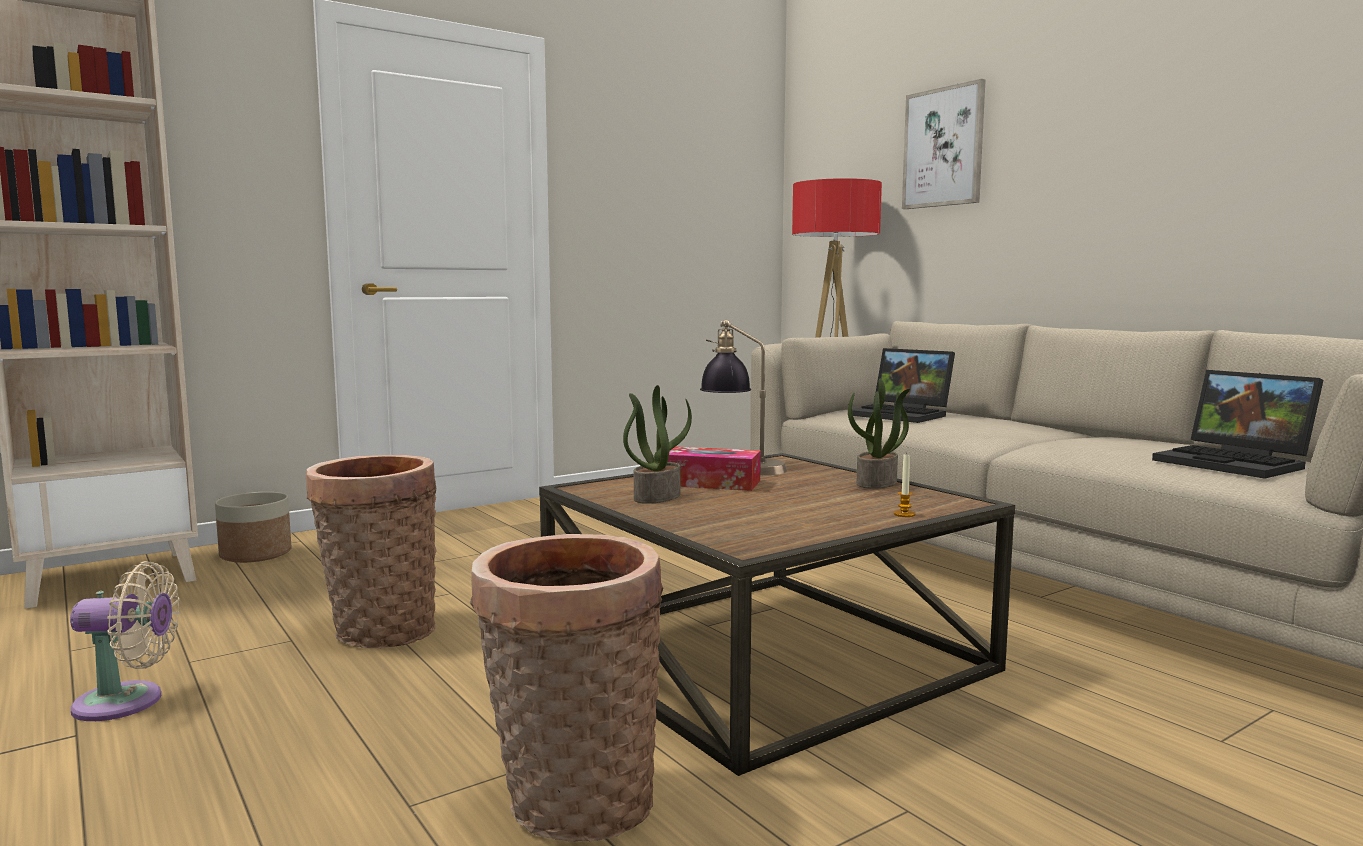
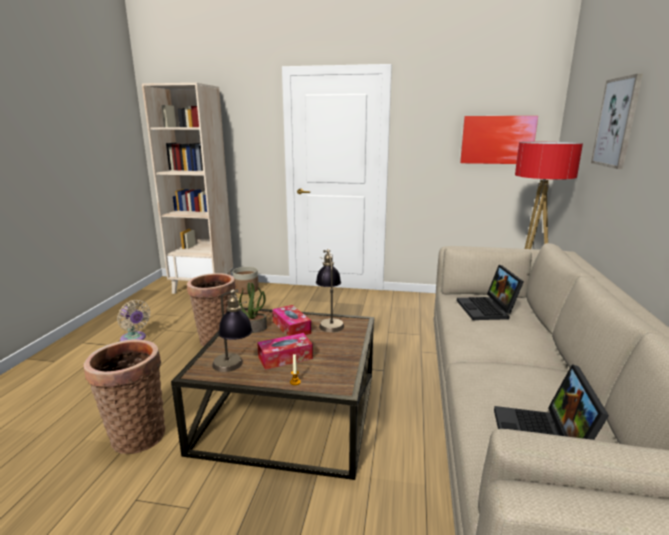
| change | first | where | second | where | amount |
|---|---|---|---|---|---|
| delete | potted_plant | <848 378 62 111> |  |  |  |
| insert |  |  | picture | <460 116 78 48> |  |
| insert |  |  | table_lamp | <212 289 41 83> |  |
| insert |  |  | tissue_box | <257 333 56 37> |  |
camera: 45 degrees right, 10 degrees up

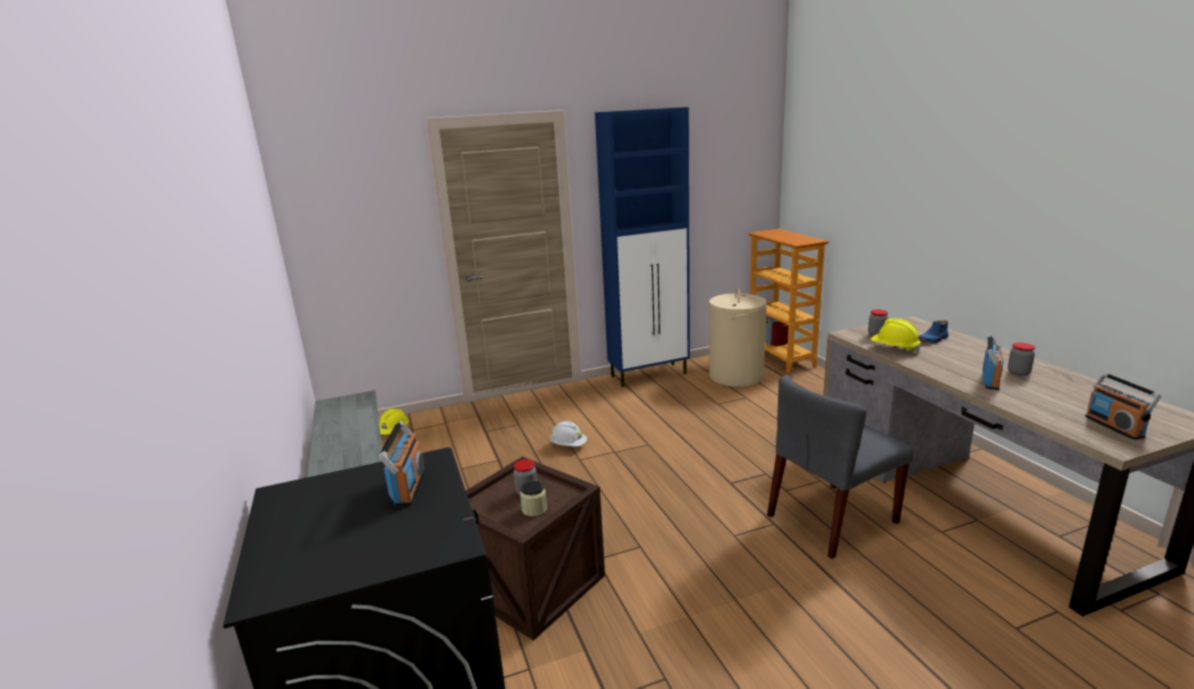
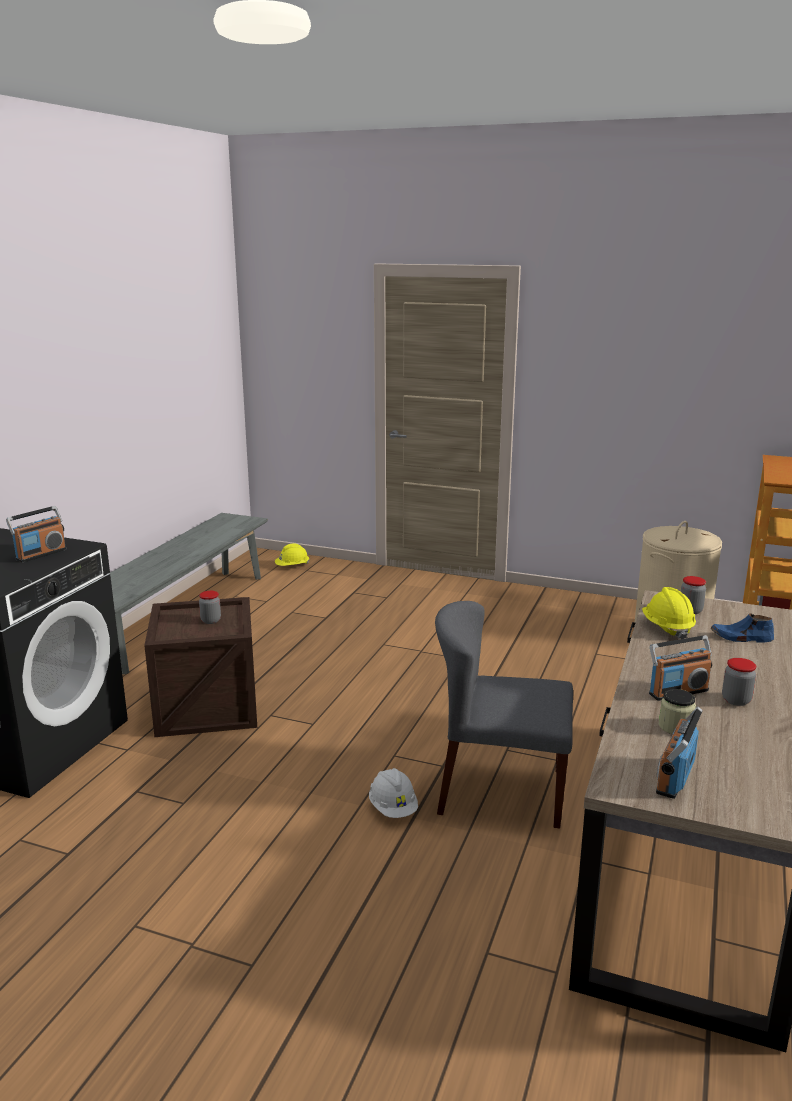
| change | first | where | second | where | amount |
|---|---|---|---|---|---|
| delete | blue_cabinet | <595 107 95 280> |  |  |  |
| move | white_hard_hat | <550 421 37 26> |  | <369 768 49 50> |  |
| move | jar | <520 481 27 36> |  | <659 689 37 45> |  |
camera: 40 degrees right, 0 degrees up

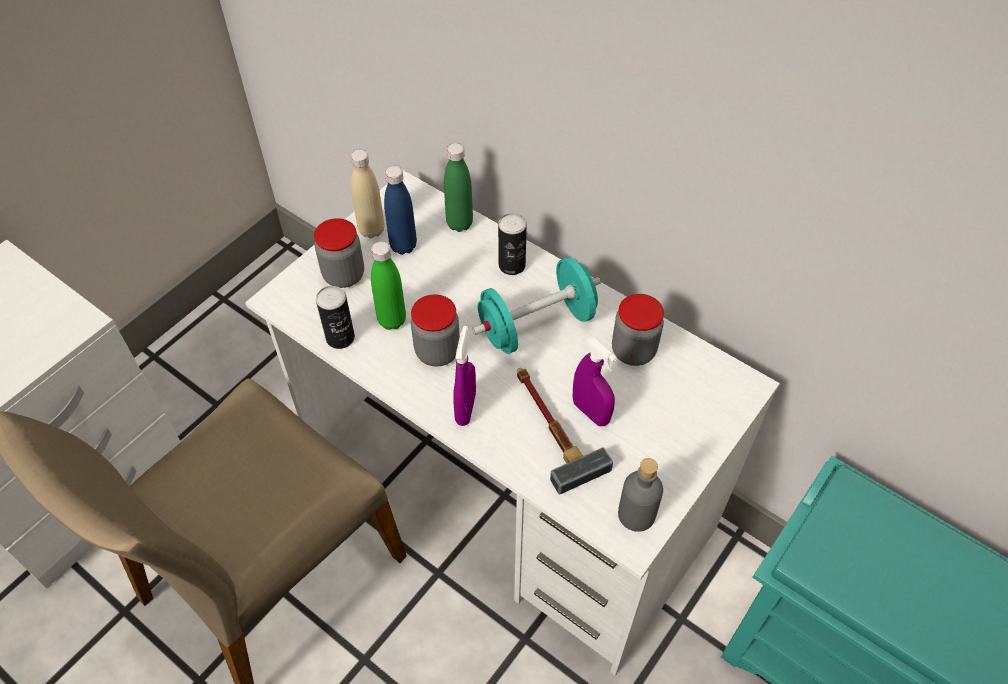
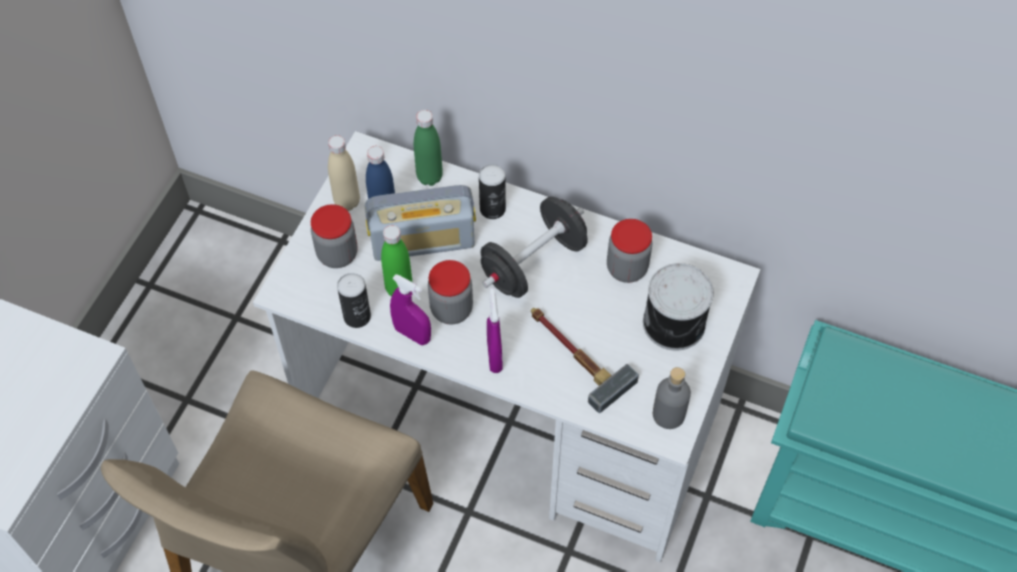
| change | first | where | second | where | amount |
|---|---|---|---|---|---|
| recolor | turquoise_dumbbell | <472 257 129 97> | black_dumbbell | <481 196 107 102> |  |
| move | purple_spray_bottle | <573 337 44 89> |  | <390 274 41 71> |  |
| insert |  |  | radio | <365 185 111 76> |  |
| insert |  |  | can | <643 263 71 88> |  |
camera: 15 degrees left, 5 degrees up

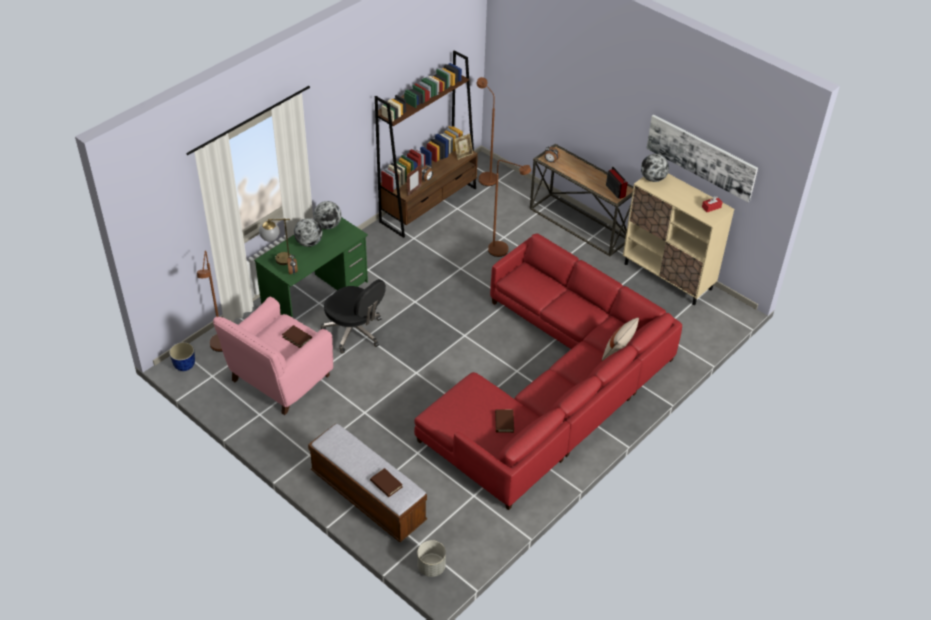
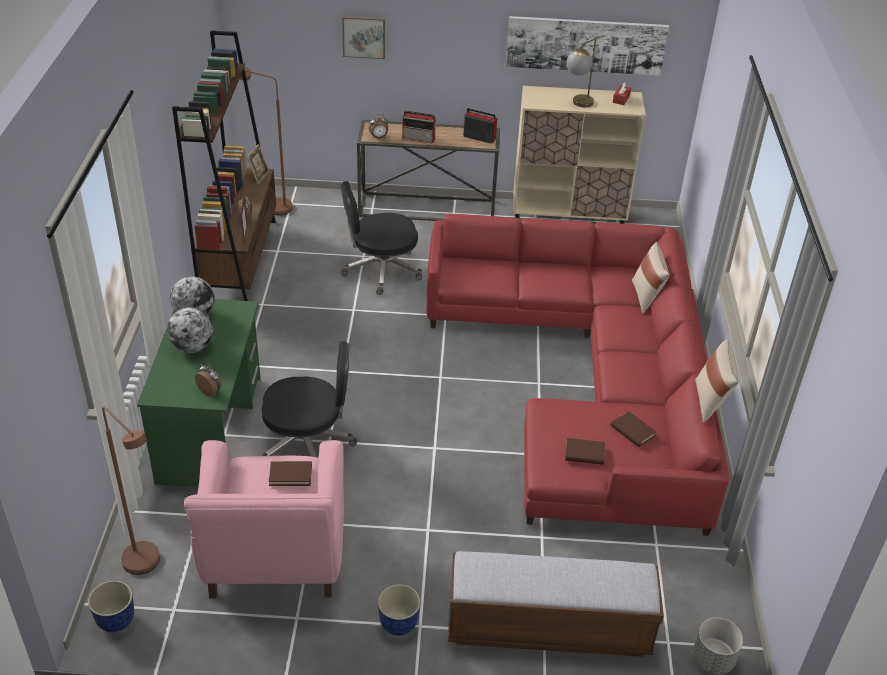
| change | first | where | second | where | amount |
|---|---|---|---|---|---|
| delete | globe | <641 154 28 28> |  |  |  |
| replace | brown_floor_lamp | <488 160 43 97> | black_office_chair | <341 181 81 114> |  |
| move | table_lamp | <259 218 33 47> |  | <567 36 33 71> |  |
| move | brown_book | <370 468 33 29> |  | <565 438 40 27> |  |
| insert |  |  | picture | <342 15 43 44> |  |
| insert |  |  | radio | <402 111 35 33> |  |
| insert |  |  | beige_pillow | <695 339 44 84> |  |
| insert |  |  | planter | <378 584 43 52> |  |
camera: 40 degrees left, 5 degrees down

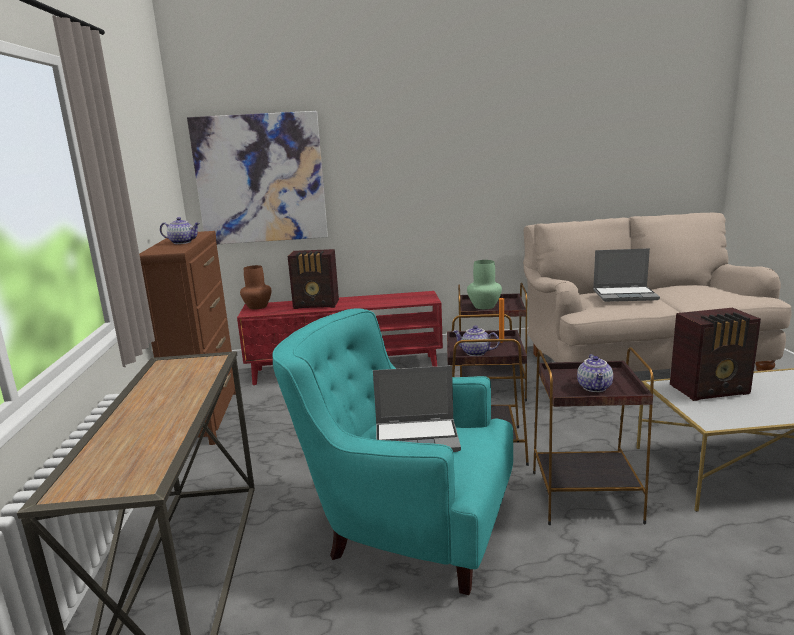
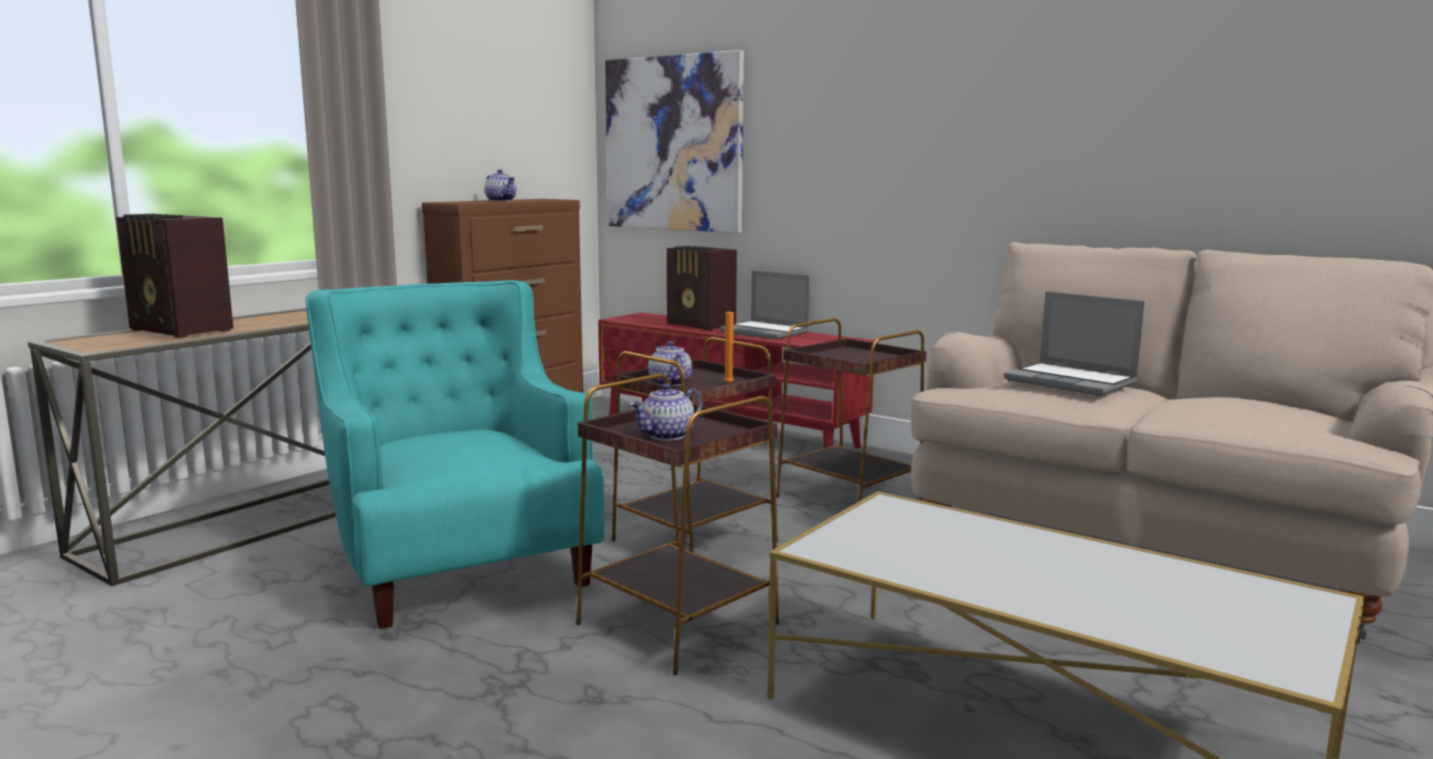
| change | first | where | second | where | amount |
|---|---|---|---|---|---|
| delete | green_vase | <467 260 35 49> |  |  |  |
| delete | brown_vase | <240 265 32 44> |  |  |  |
| move | radio | <670 308 91 93> |  | <116 214 117 124> |  |
| move | laptop | <373 366 88 86> |  | <720 270 90 70> |  |
camera: 40 degrees right, 5 degrees down

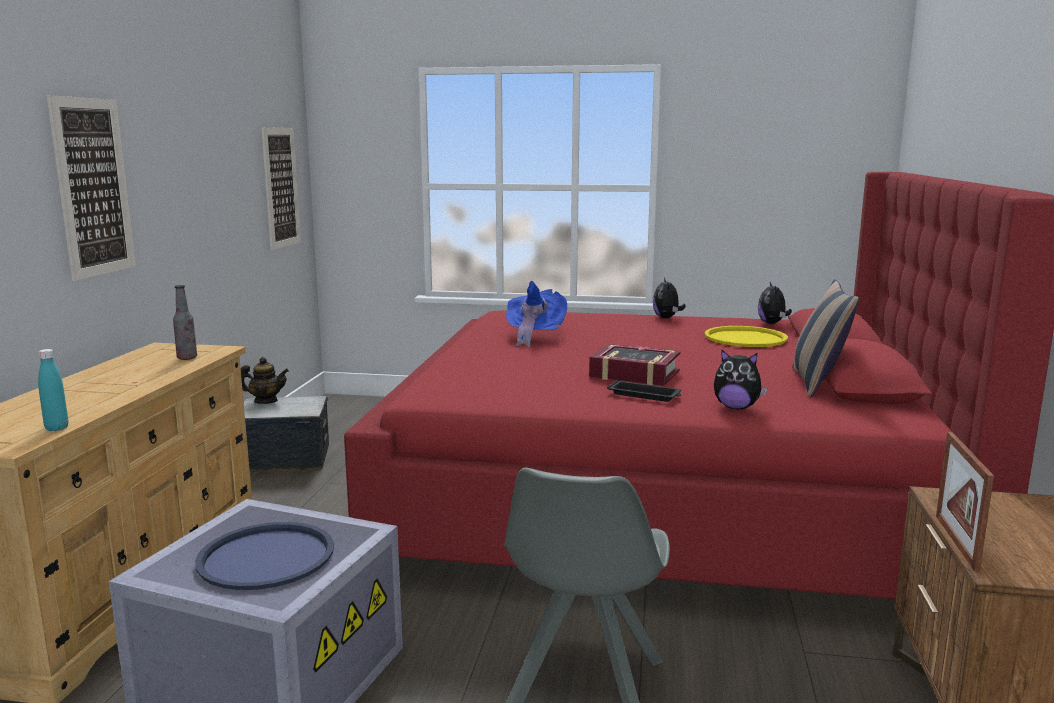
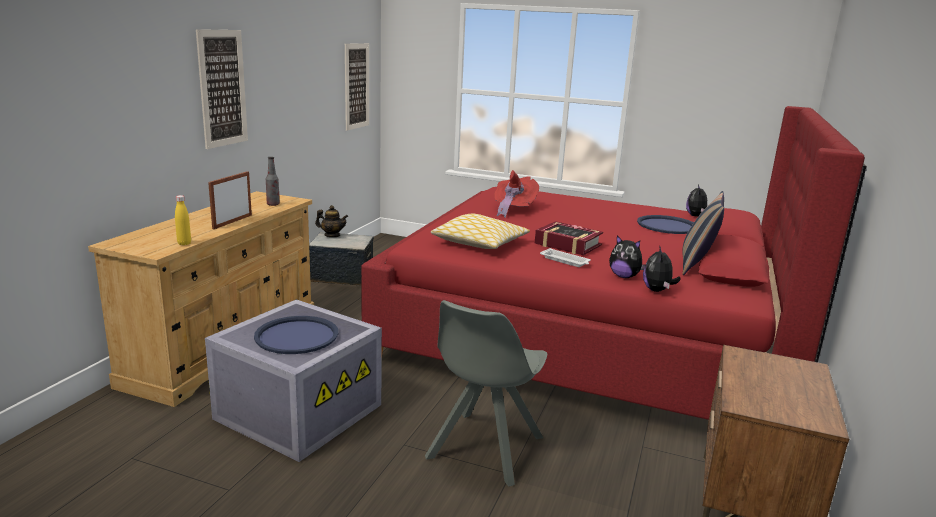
| change | first | where | second | where | amount |
|---|---|---|---|---|---|
| move | plush_toy | <653 278 33 40> |  | <643 247 38 45> |  |
| recolor | blue_hat | <506 281 61 67> | red_hat | <494 170 45 48> |  |
| recolor | yellow_tray | <705 326 83 21> | blue_tray | <637 215 57 19> |  |
| recolor | turquoise_bottle | <38 349 30 82> | yellow_bottle | <175 195 16 50> |  |
| recolor | black_tray | <607 380 74 22> | white_tray | <540 248 51 19> |  |
| move | picture_frame | <936 432 58 139> |  | <208 171 44 58> |  |
| insert |  |  | pillow | <431 214 99 35> |  |
camera: 10 degrees right, 5 degrees up

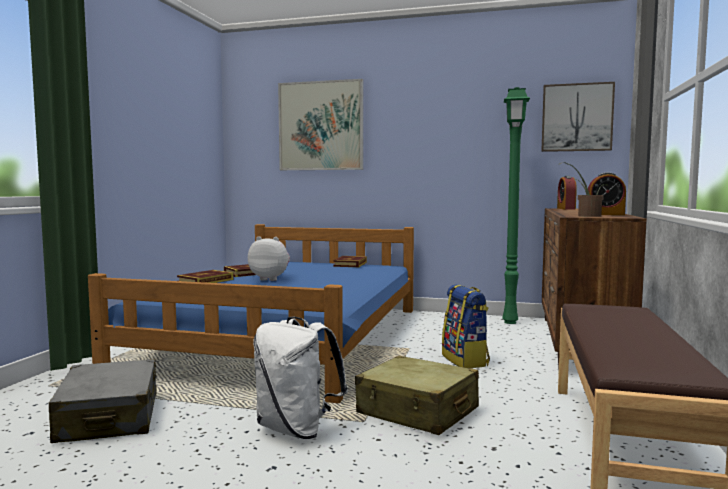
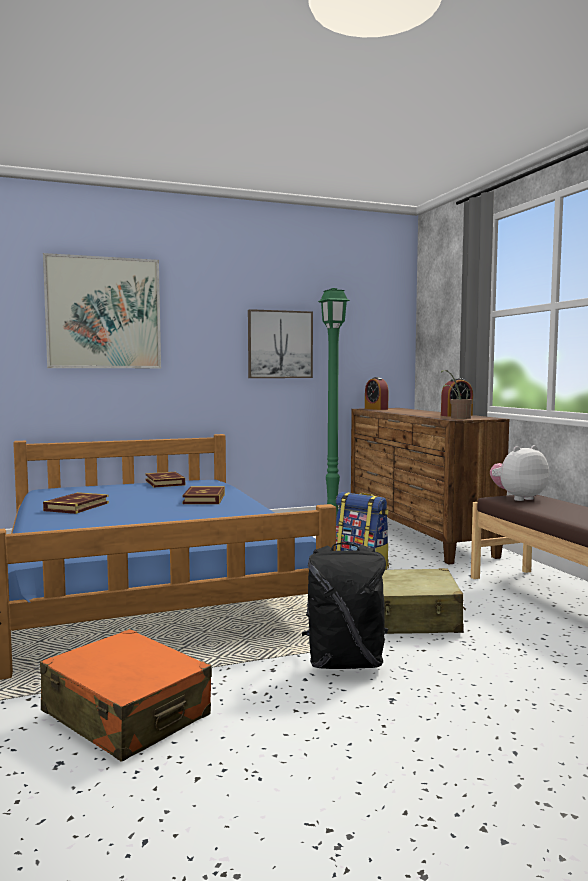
| change | first | where | second | where | amount |
|---|---|---|---|---|---|
| move | picture | <541 82 74 70> |  | <248 309 65 69> |  |
| move | plush_toy | <248 236 42 45> |  | <490 445 59 56> |  |
| move | book | <177 270 57 13> |  | <182 486 43 18> |  |
| recolor | white_backpack | <253 317 95 122> | black_backpack | <302 542 86 127> |  |
| recolor | grey_suitcase | <49 359 108 84> | orange_suitcase | <40 629 172 133> |  |
camera: 35 degrees left, 0 degrees up

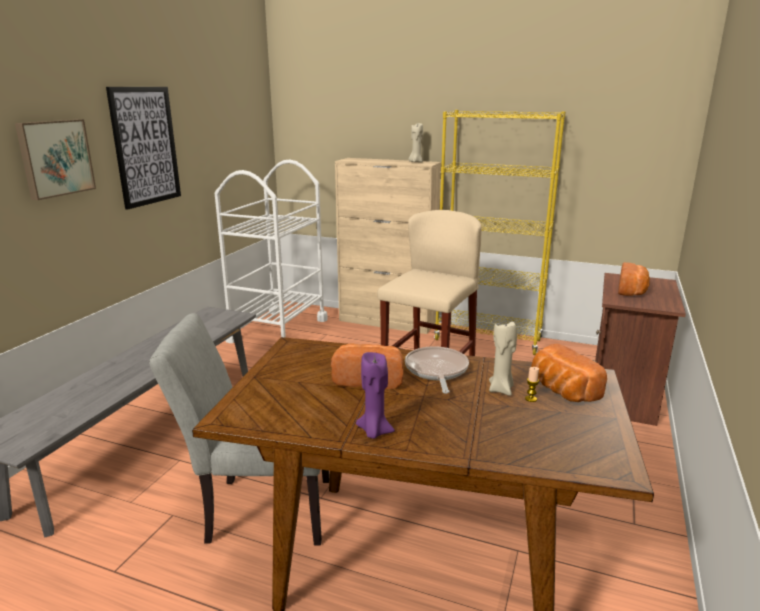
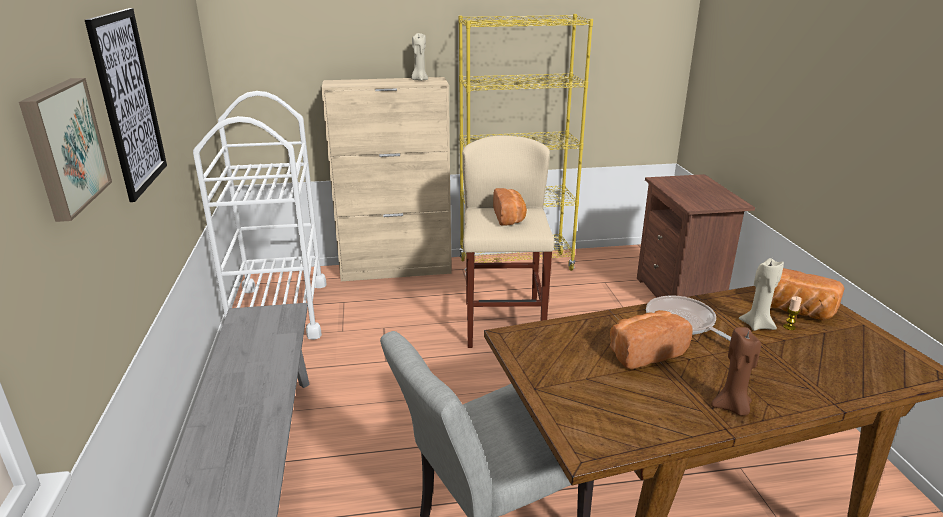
| change | first | where | second | where | amount |
|---|---|---|---|---|---|
| move | bread | <618 262 32 34> |  | <493 188 34 38> |  |
| recolor | purple_candle | <356 352 39 87> | brown_candle | <711 327 50 89> |  |
camera: 30 degrees left, 5 degrees up

